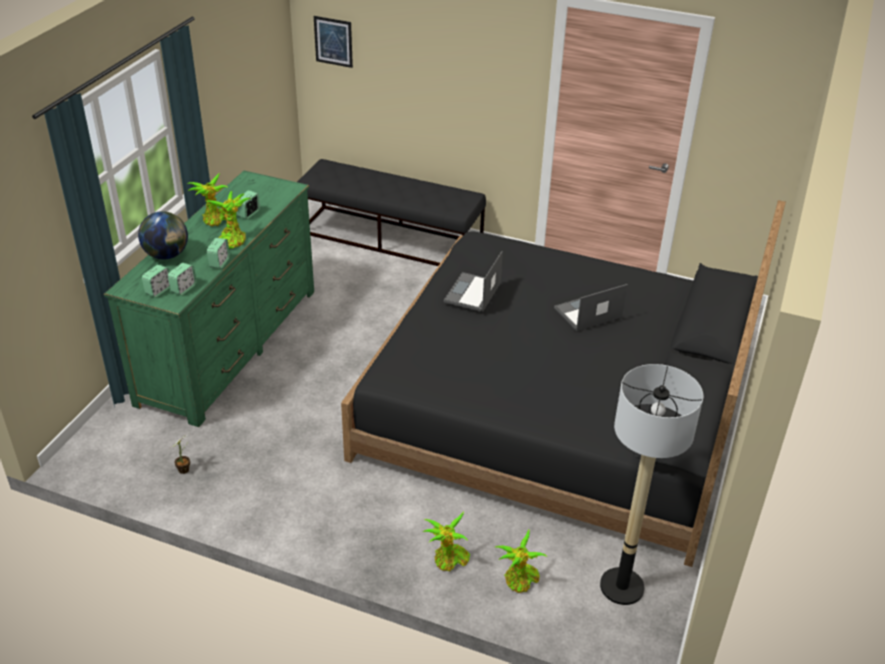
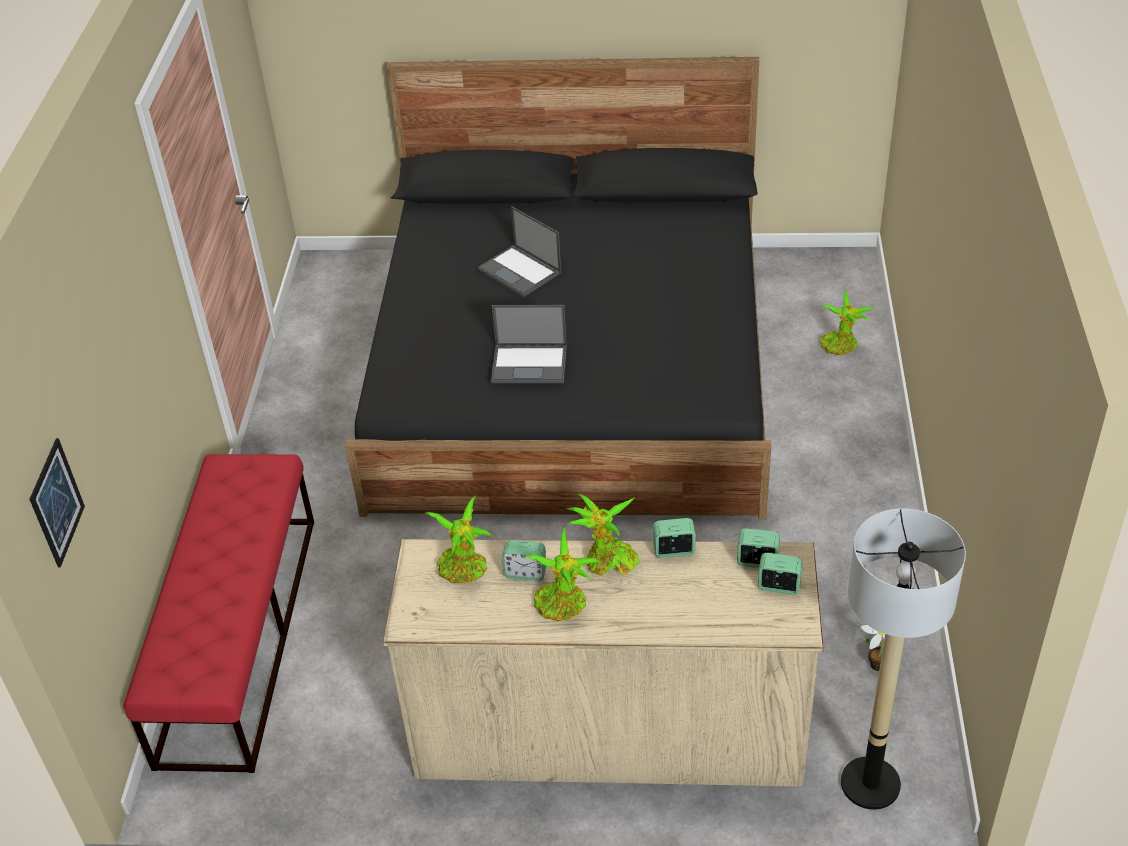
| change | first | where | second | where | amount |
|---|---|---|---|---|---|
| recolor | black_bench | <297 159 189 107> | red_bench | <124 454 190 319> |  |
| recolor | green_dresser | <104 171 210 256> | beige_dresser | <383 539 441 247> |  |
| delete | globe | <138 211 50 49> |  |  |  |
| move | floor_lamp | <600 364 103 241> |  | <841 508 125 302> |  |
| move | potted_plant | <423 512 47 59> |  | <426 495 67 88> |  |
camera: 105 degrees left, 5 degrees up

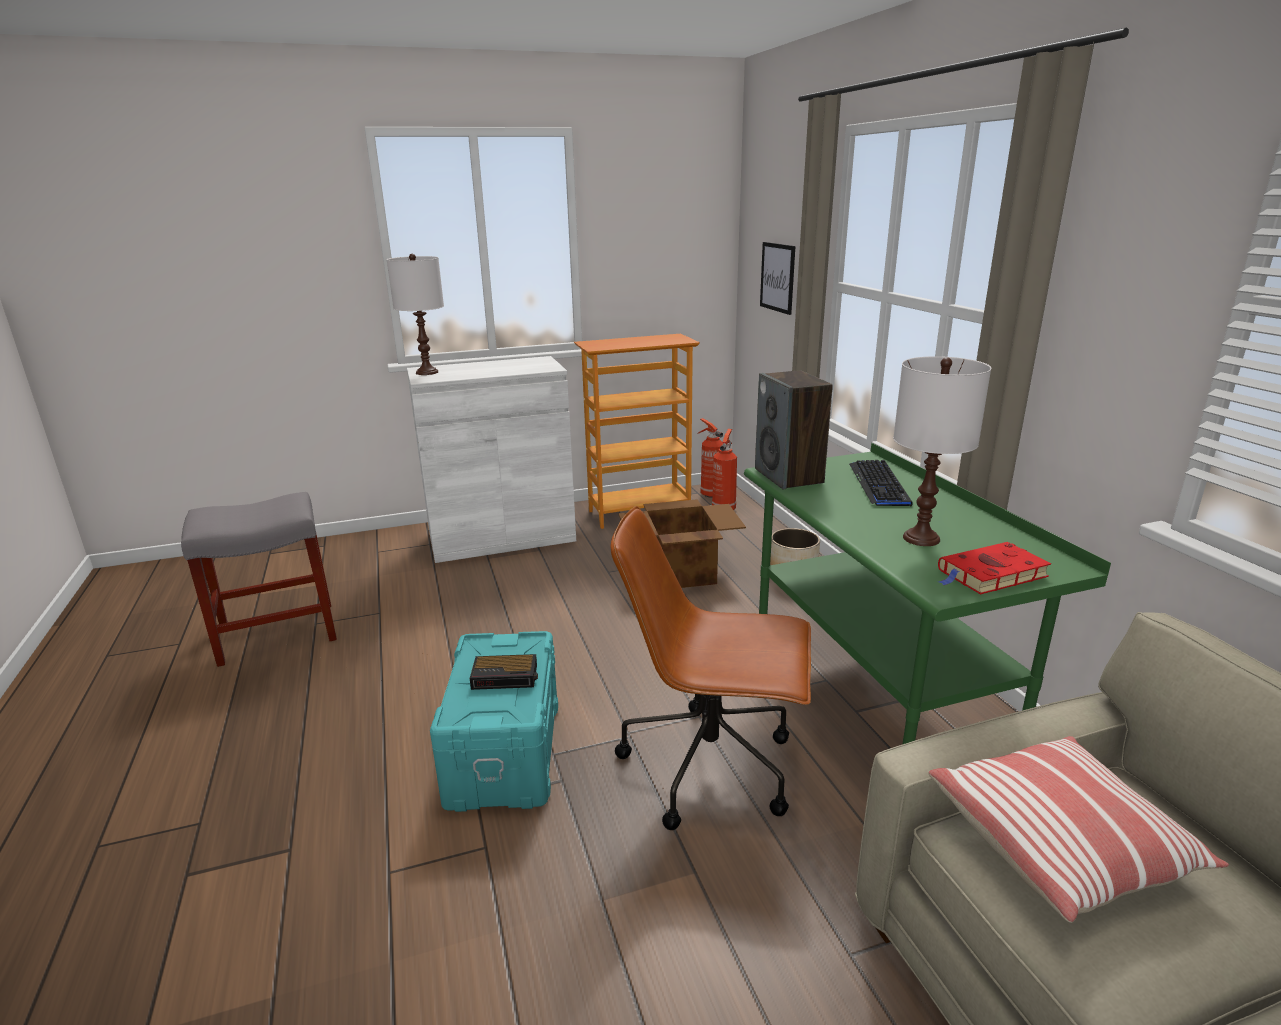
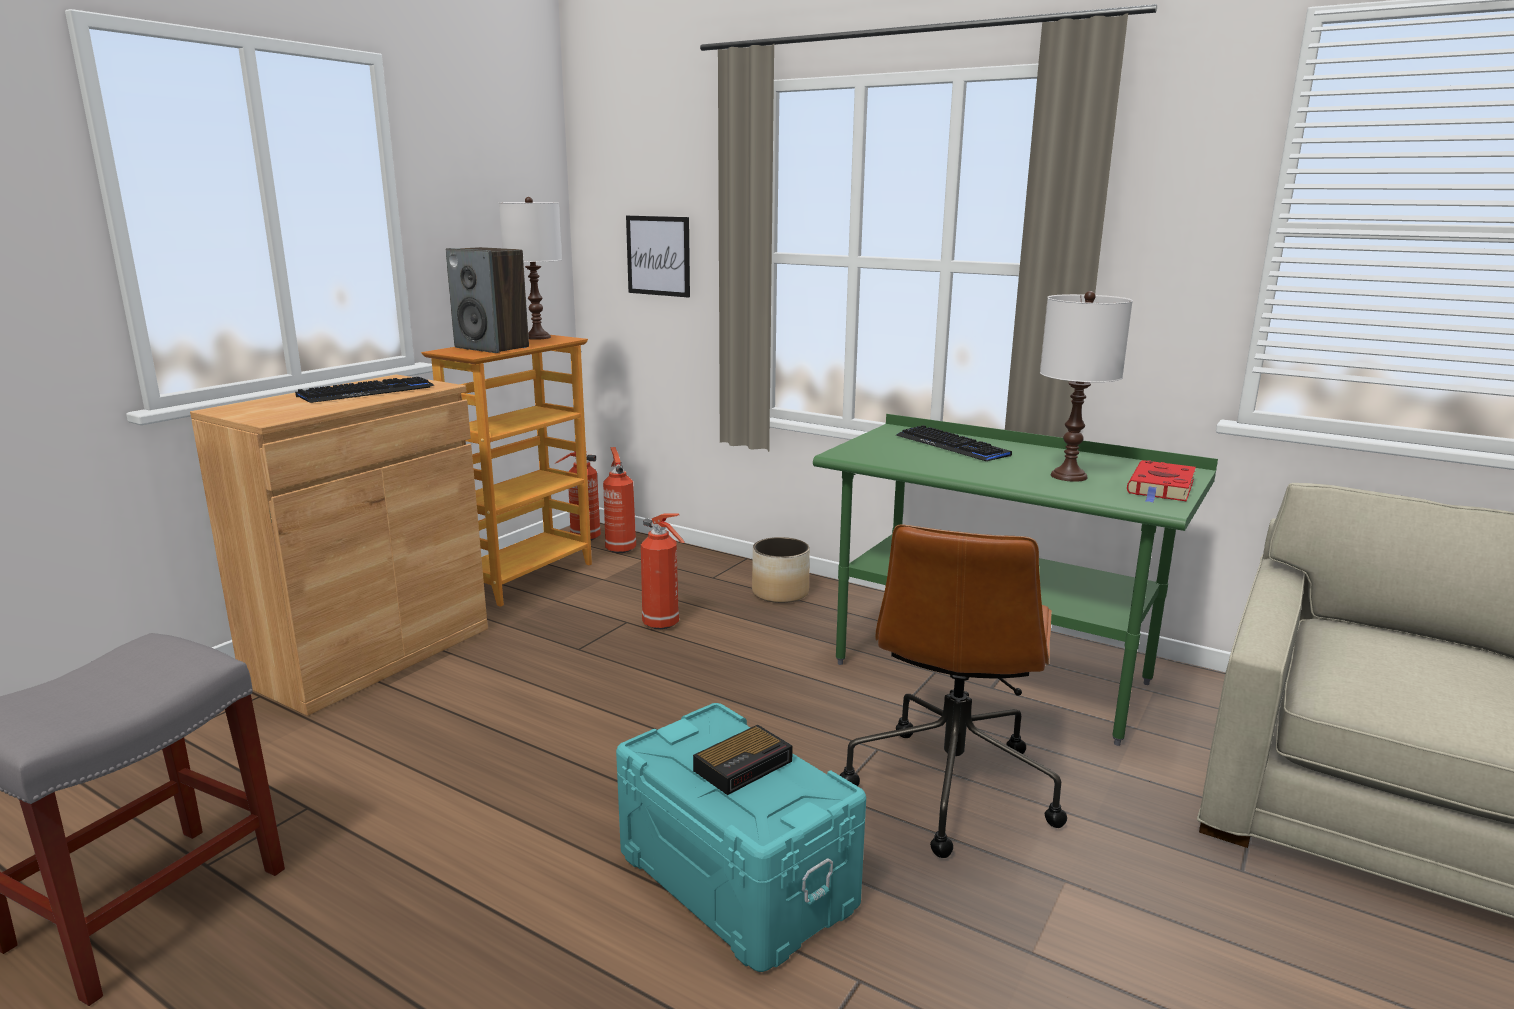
| change | first | where | second | where | amount |
|---|---|---|---|---|---|
| move | white_table_lamp | <386 254 58 121> |  | <499 197 63 143> |  |
| recolor | white_cabinet | <407 356 169 207> | brown_cabinet | <190 374 298 342> |  |
| move | speaker | <755 370 78 119> |  | <446 247 83 106> |  |
| replace | cardboard_box | <619 499 127 89> | fire_extinguisher | <641 513 44 116> |  |
| rotate | brown_office_chair | <611 506 200 324> |  | <840 524 227 334> | 45 degrees counterclockwise |
| delete | pillow | <929 736 300 187> |  |  |  |
| insert |  |  | keyboard | <295 377 139 26> |  |
camera: 40 degrees left, 5 degrees down

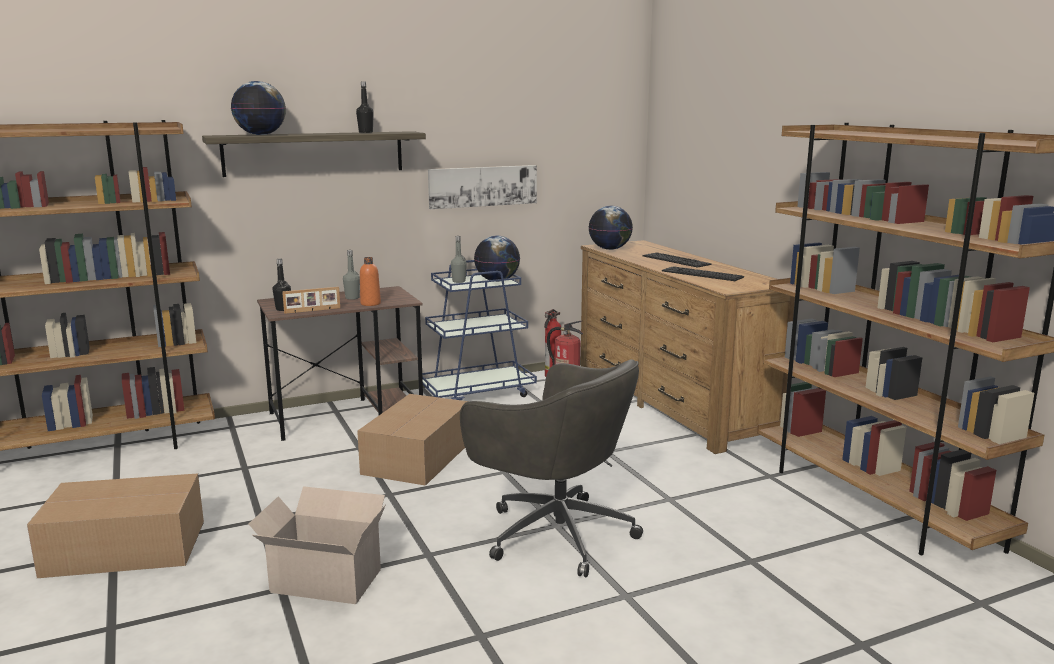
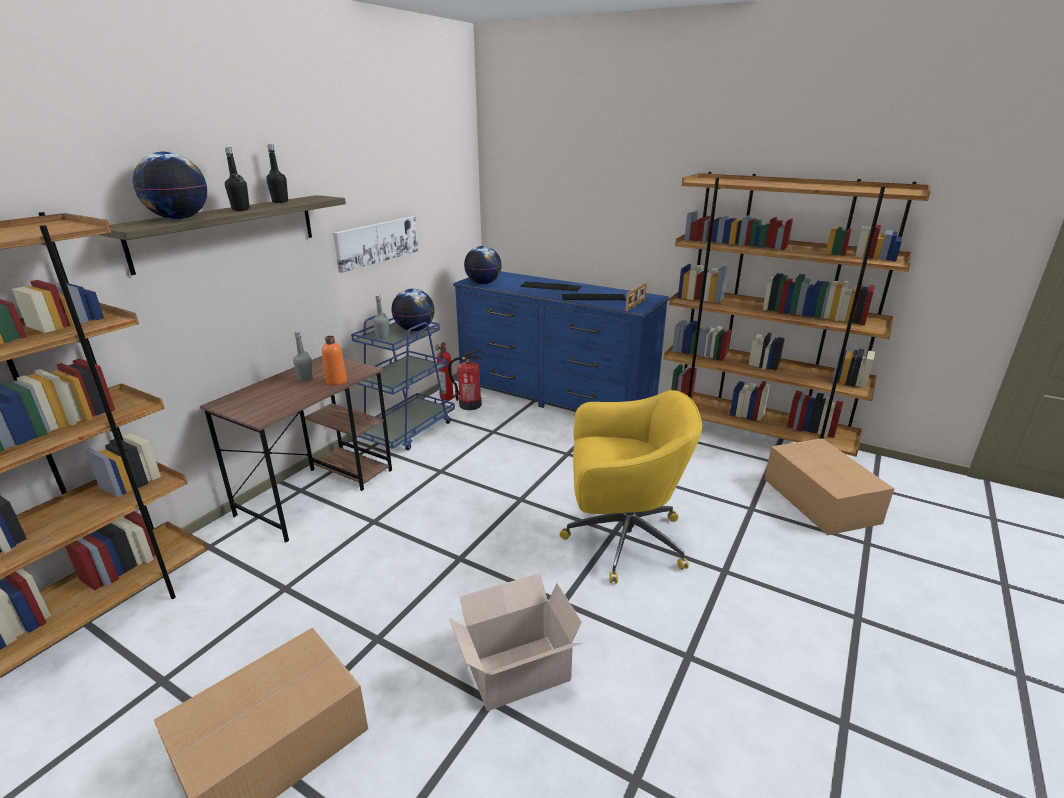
| change | first | where | second | where | amount |
|---|---|---|---|---|---|
| recolor | brown_dresser | <580 240 215 214> | blue_dresser | <453 271 217 139> |  |
| move | black_bottle | <273 259 18 52> |  | <225 148 25 63> |  |
| move | picture_frame | <282 287 58 27> |  | <626 283 21 28> |  |
| recolor | grey_office_chair | <460 359 183 218> | yellow_office_chair | <560 390 142 194> |  |
| move | cardboard_box | <357 394 113 92> |  | <765 438 129 97> |  |
camera: 35 degrees left, 10 degrees up

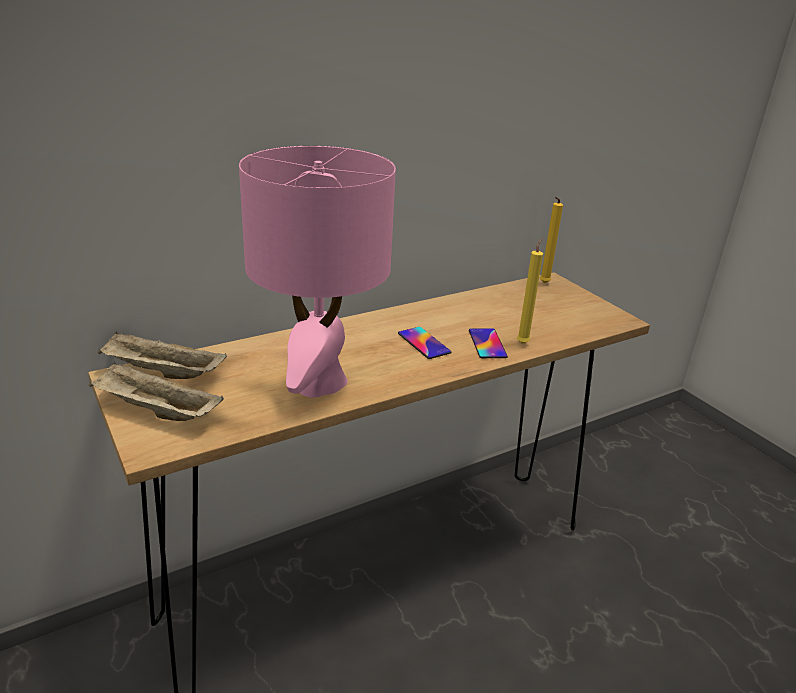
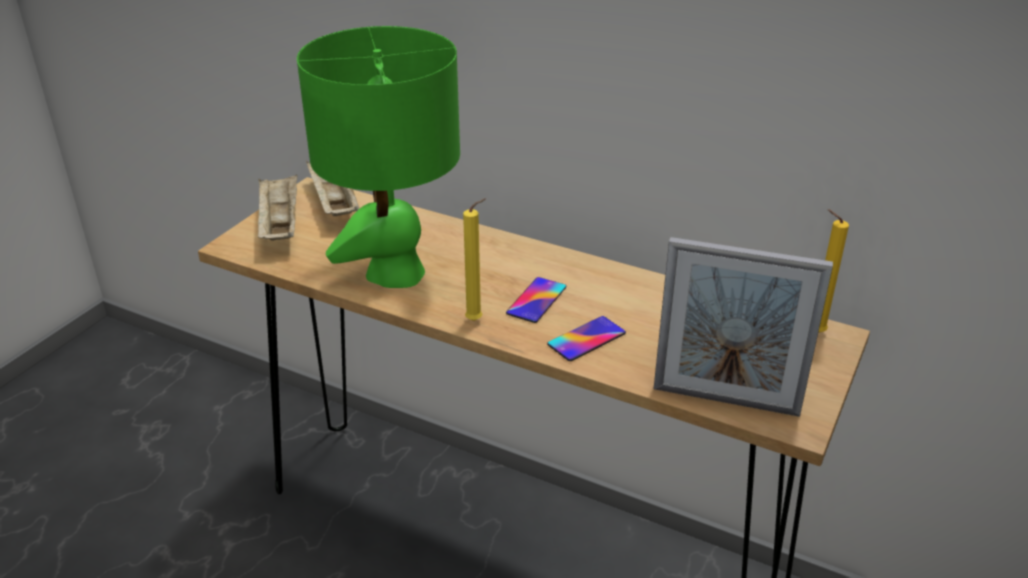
| change | first | where | second | where | amount |
|---|---|---|---|---|---|
| recolor | pink_table_lamp | <239 146 157 252> | green_table_lamp | <297 26 163 262> |  |
| move | yellow_candle | <517 238 26 106> |  | <463 198 23 123> |  |
| insert |  |  | picture_frame | <654 237 179 180> |  |
camera: 60 degrees right, 5 degrees up

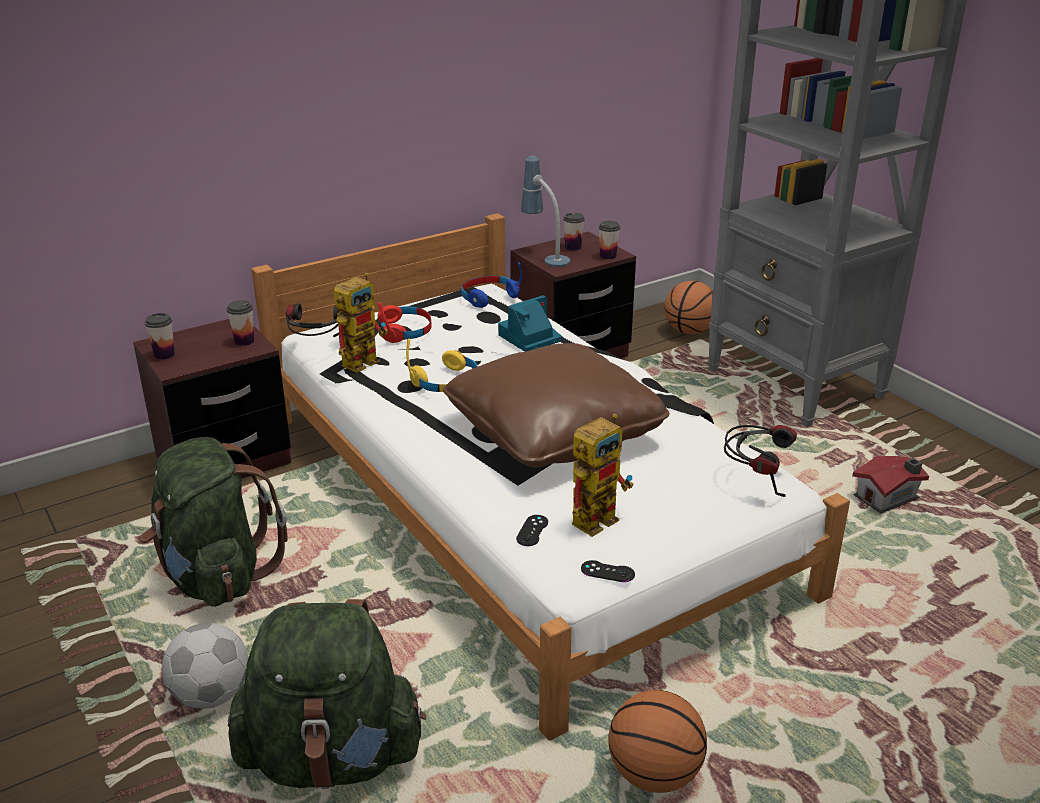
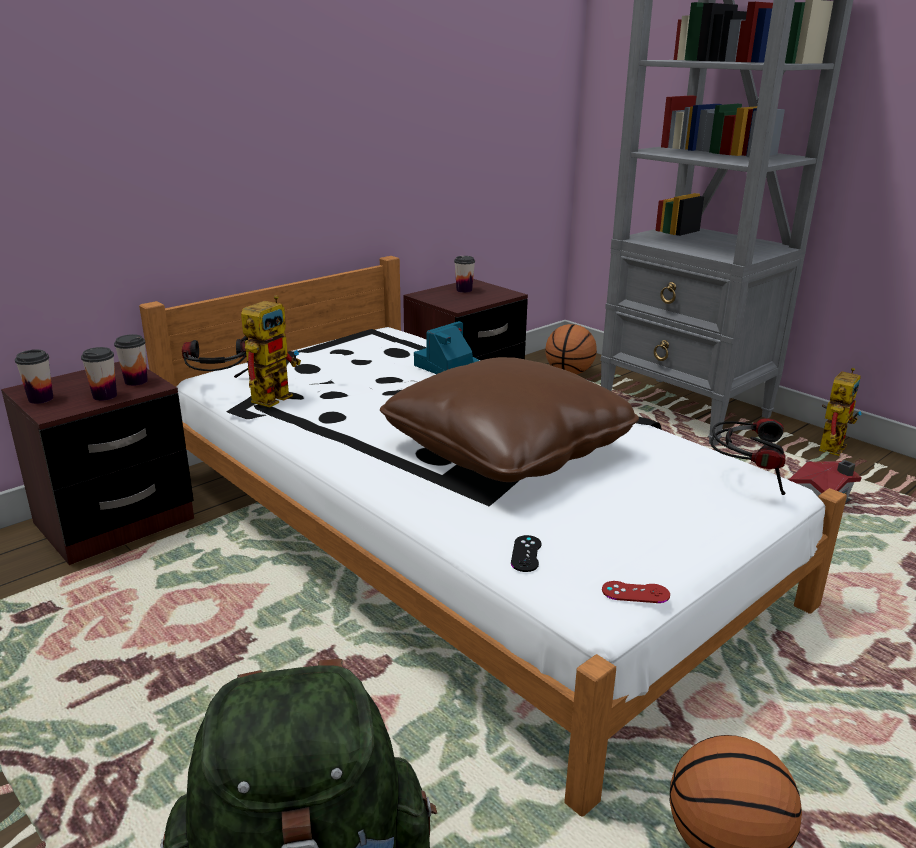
| change | first | where | second | where | amount |
|---|---|---|---|---|---|
| delete | table_lamp | <521 155 49 112> |  |  |  |
| move | cup | <598 221 22 39> |  | <81 347 36 54> |  |
| delete | blue_headphones | <461 262 61 46> |  |  |  |
| delete | red_headphones | <378 302 54 41> |  |  |  |
| delete | yellow_headphones | <406 339 72 53> |  |  |  |
| move | toy_robot | <572 414 61 123> |  | <819 368 43 88> |  |
| delete | green_backpack | <140 437 148 170> |  |  |  |
| recolor | black_game_controller | <581 560 54 22> | red_game_controller | <602 581 68 22> |  |
| delete | football | <162 623 86 86> |  |  |  |
camera: 10 degrees left, 5 degrees down

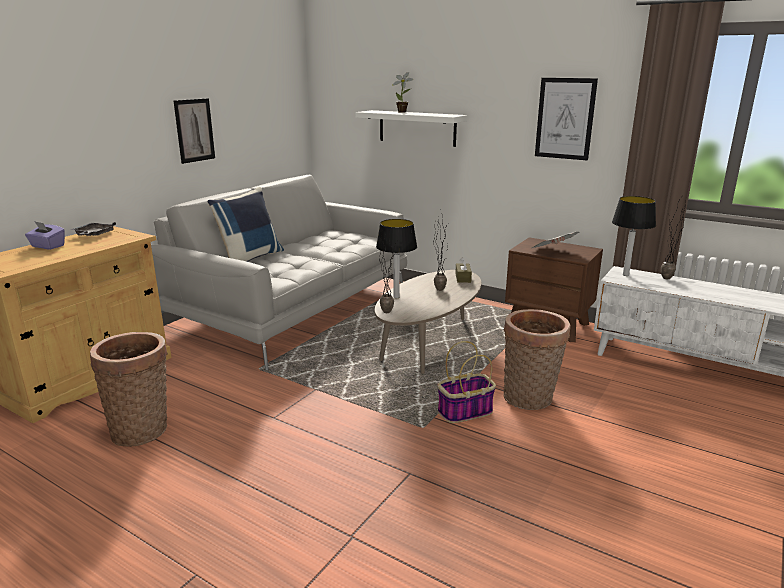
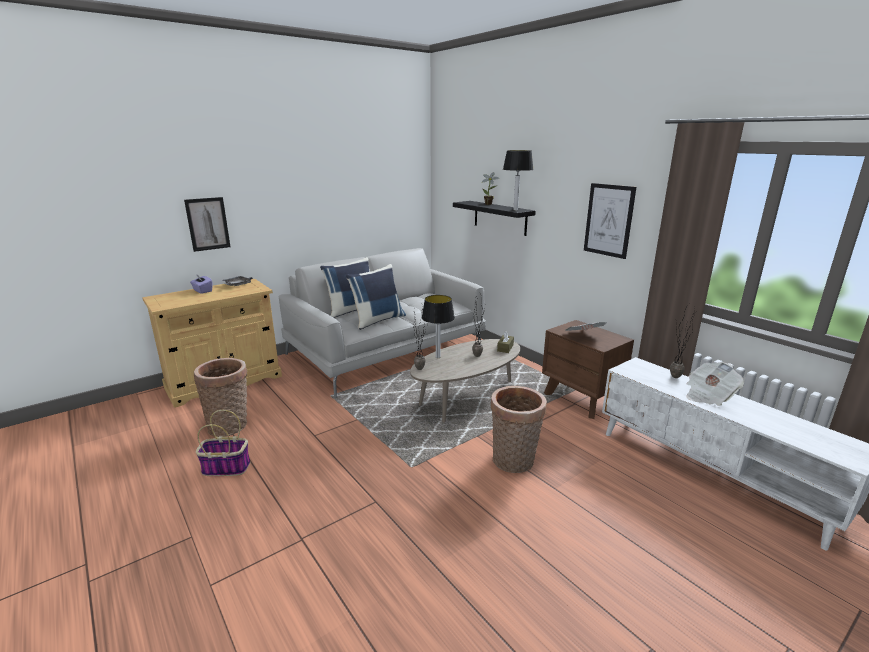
| change | first | where | second | where | amount |
|---|---|---|---|---|---|
| move | picture | <173 98 42 66> |  | <184 197 47 55> |  |
| recolor | white_shelf | <355 110 113 37> | black_shelf | <453 201 83 35> |  |
| move | table_lamp | <612 196 44 80> |  | <503 150 31 61> |  |
| move | basket | <437 341 59 82> |  | <196 410 54 66> |  |
| insert |  |  | blue_pillow | <346 264 60 66> |  |
| insert |  |  | newspaper | <686 362 58 44> |  |
camera: 20 degrees right, 0 degrees up

